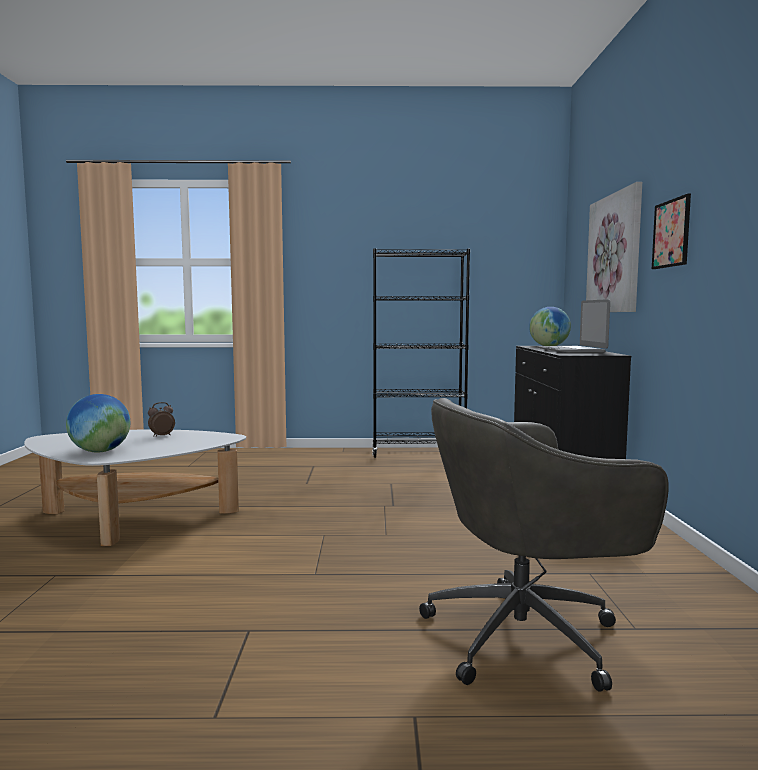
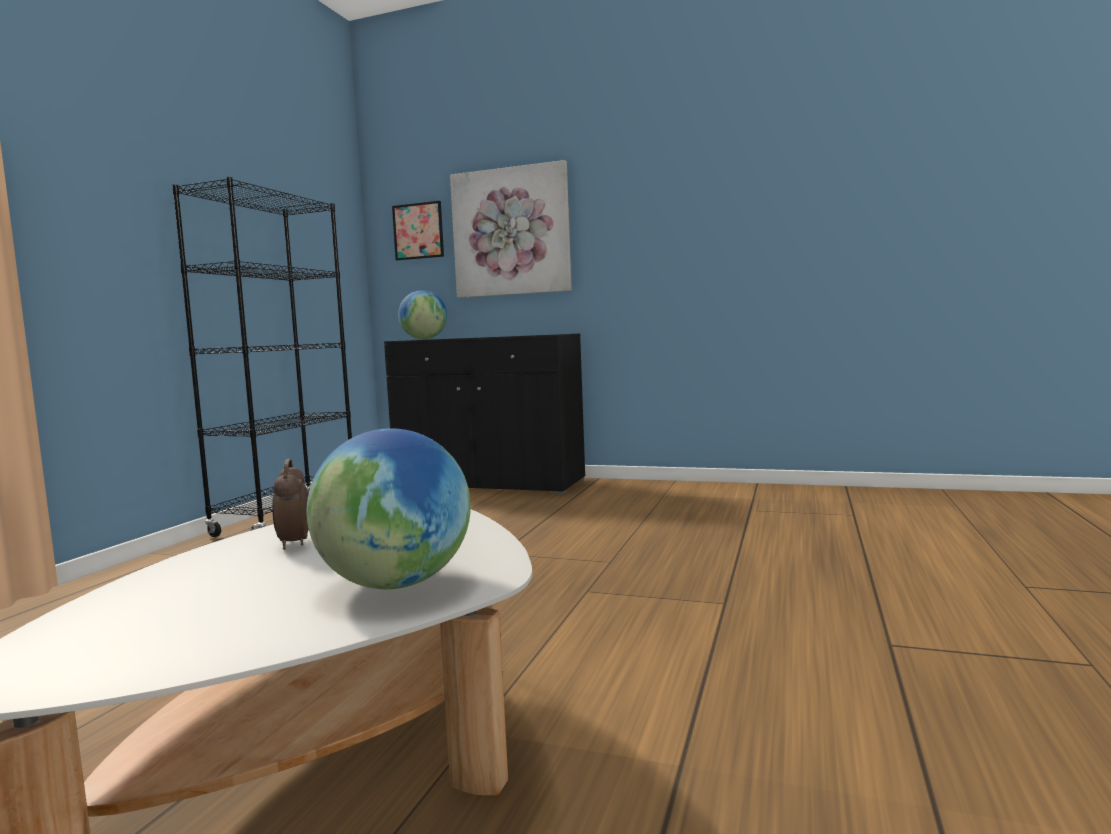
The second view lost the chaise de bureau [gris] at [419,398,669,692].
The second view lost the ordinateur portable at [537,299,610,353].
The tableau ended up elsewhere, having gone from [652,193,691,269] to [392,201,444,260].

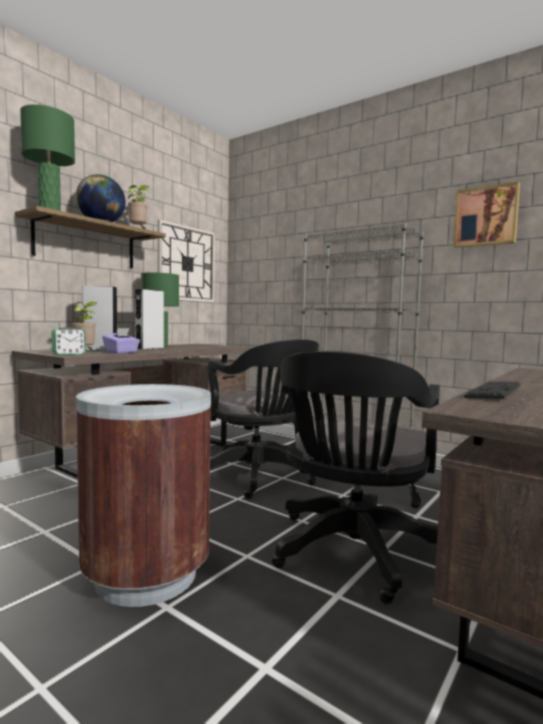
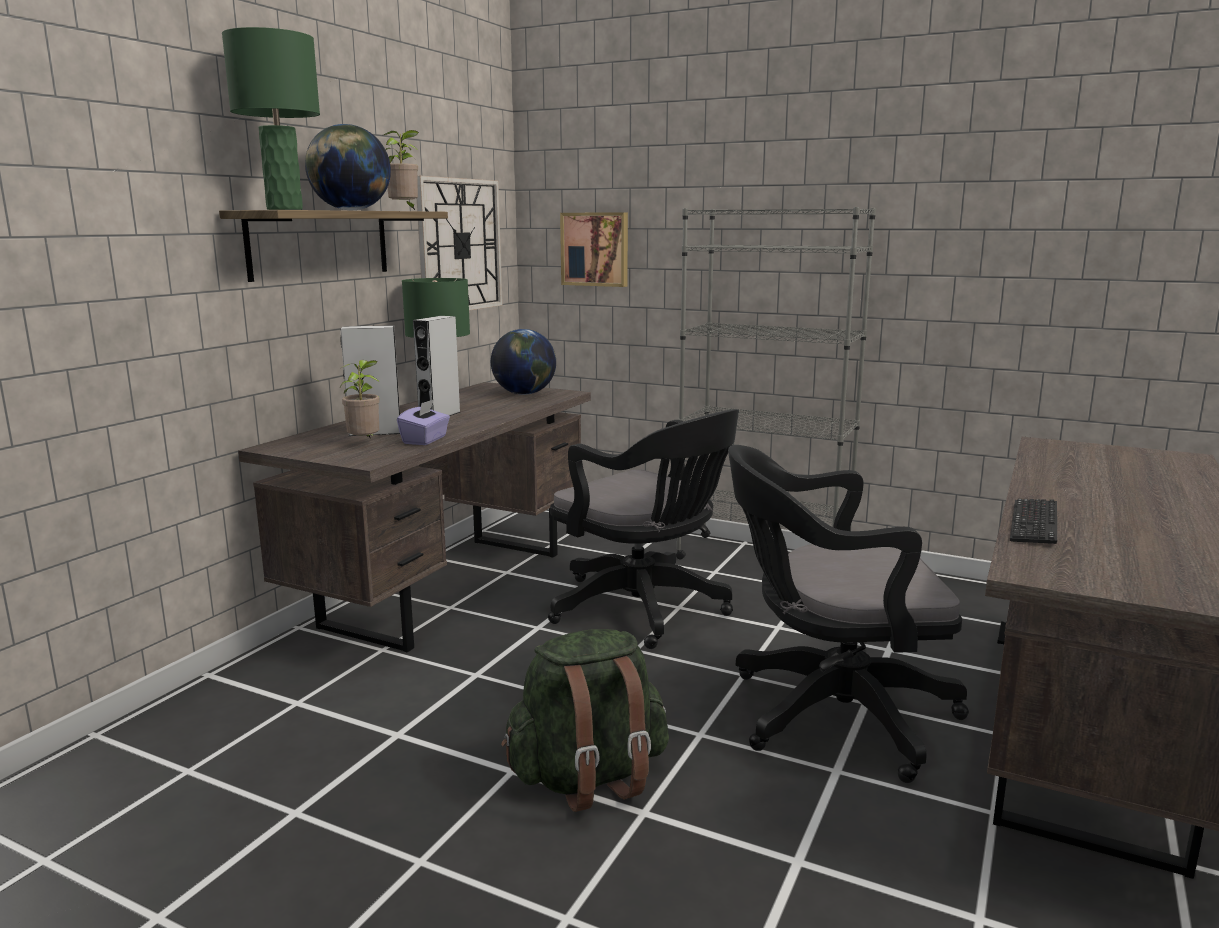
The second view lost the réveil at [51,327,86,355].
Where the poubelle [marron] stood at [76,384,211,607], the sac à dos [vert] came to stand at [501,629,669,812].
The chaise de bureau [noir] at [272,351,440,604] ended up facing another way, 75 degrees clockwise from before.
The tableau ended up elsewhere, having gone from [453,182,520,248] to [560,212,628,287].
The second view gained the globe at [491,329,556,395].

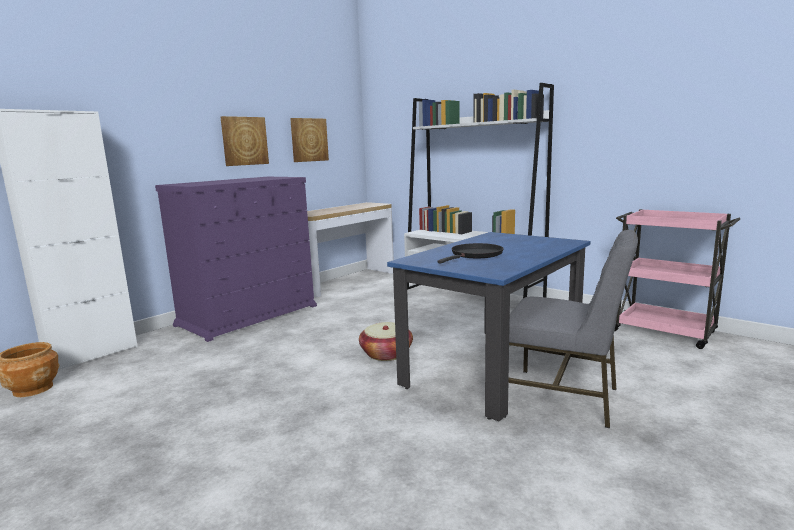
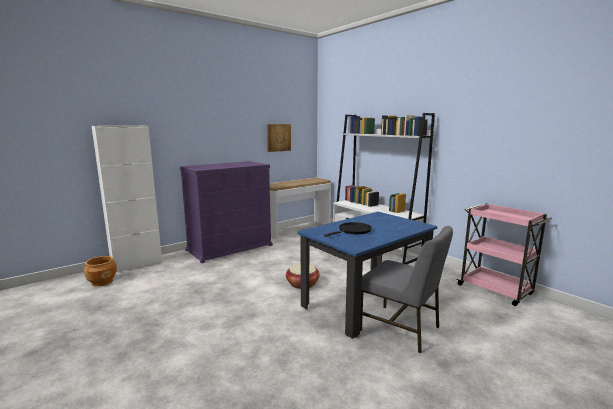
The second view lost the tableau at [221,116,269,166].

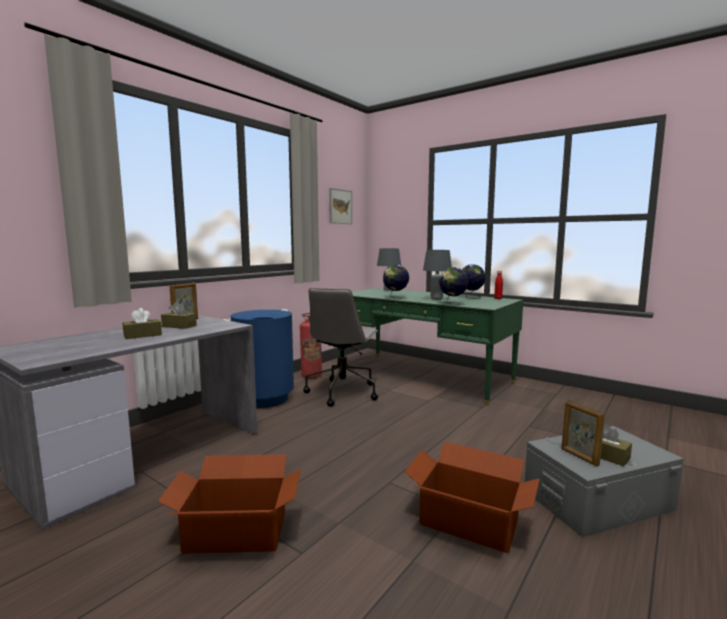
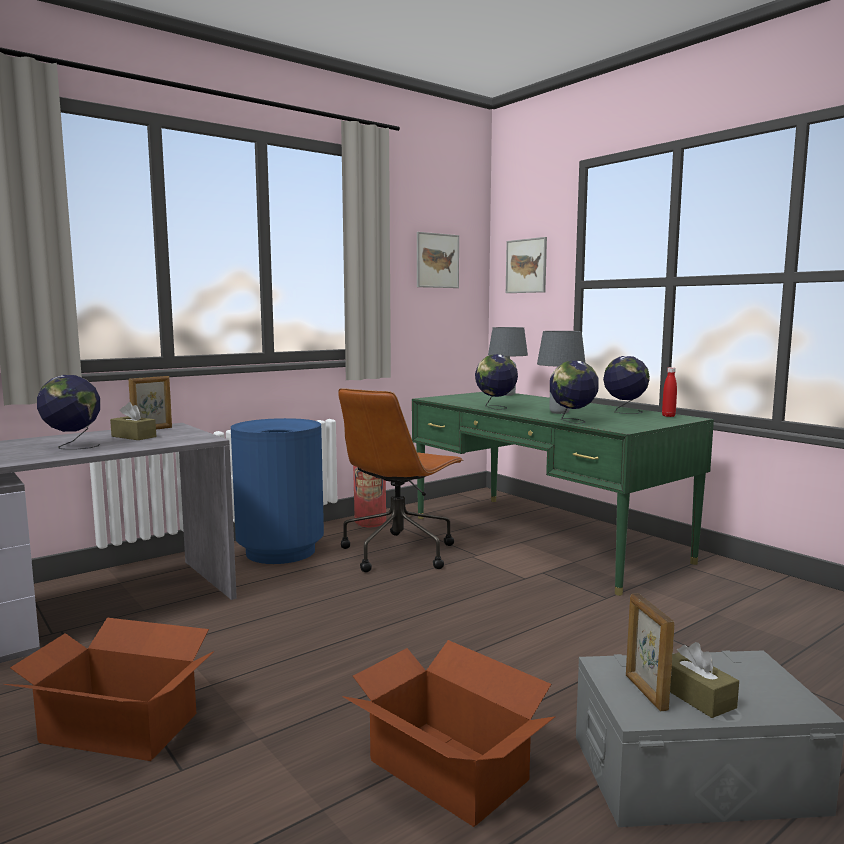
Where the boîte à mouchoirs [marron] stood at [123,308,162,339], the globe came to stand at [37,375,100,450].
What was the chaise de bureau [gris] at [303,288,378,407] turned into the chaise de bureau [marron] at [338,388,463,572].
The second view gained the tableau at [506,237,547,293].

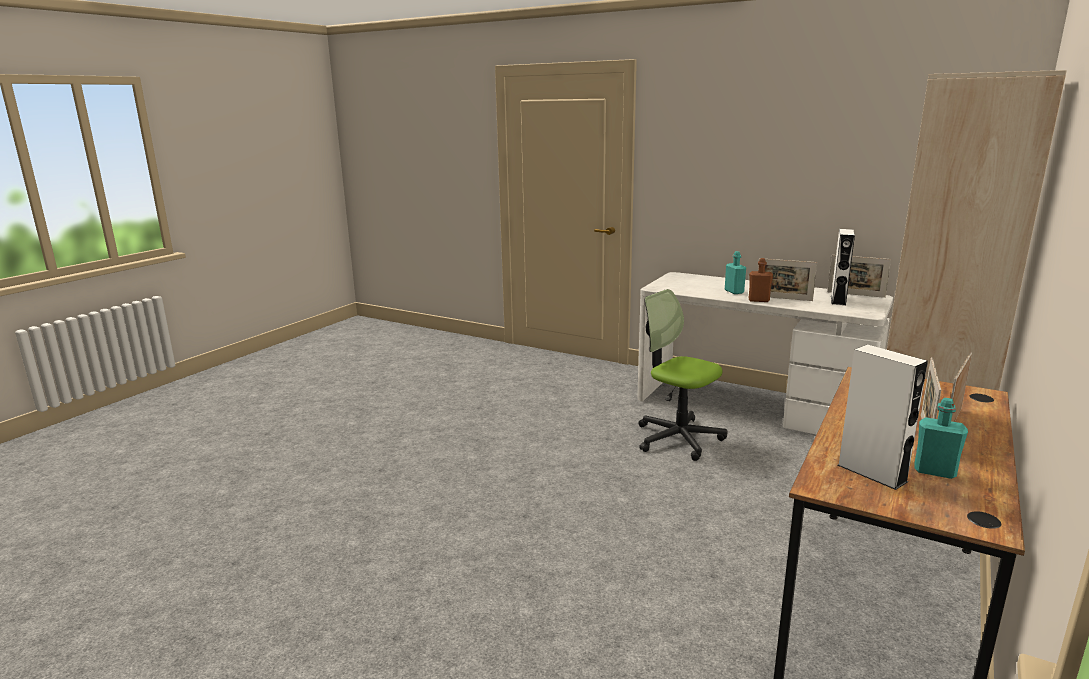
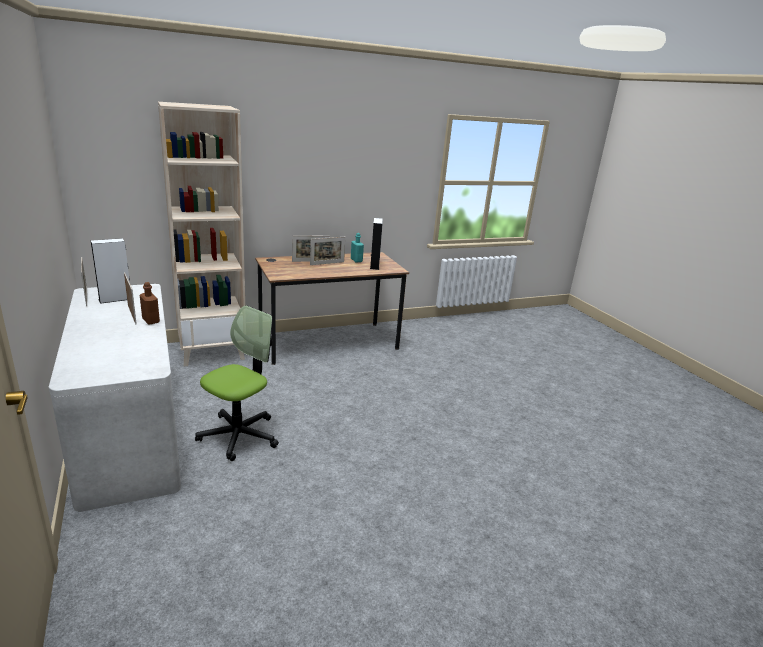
The chaise de bureau at [638,289,727,461] ended up facing another way, 135 degrees counterclockwise from before.
The second view lost the bouteille [turquoise] at [725,251,746,294].

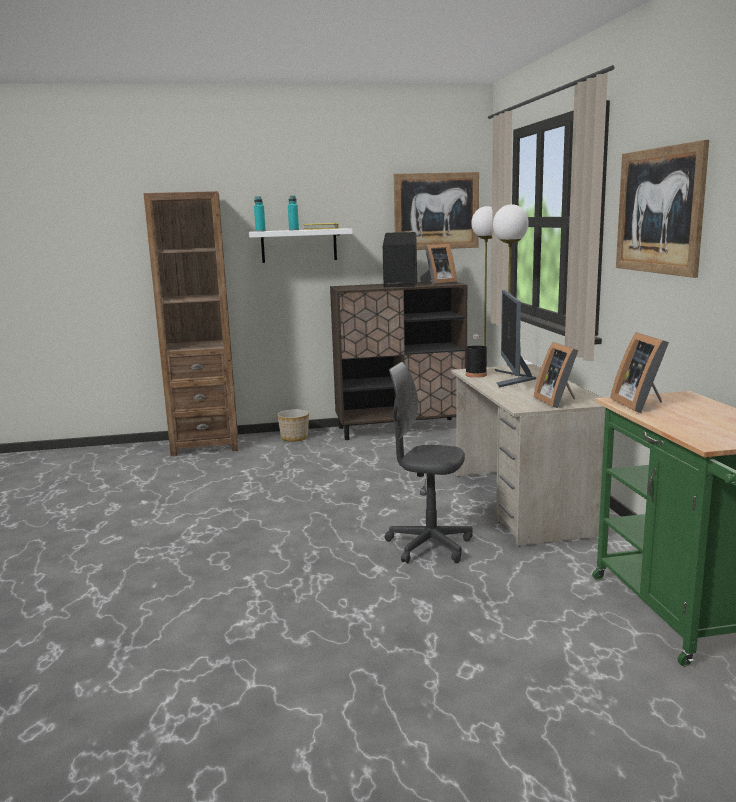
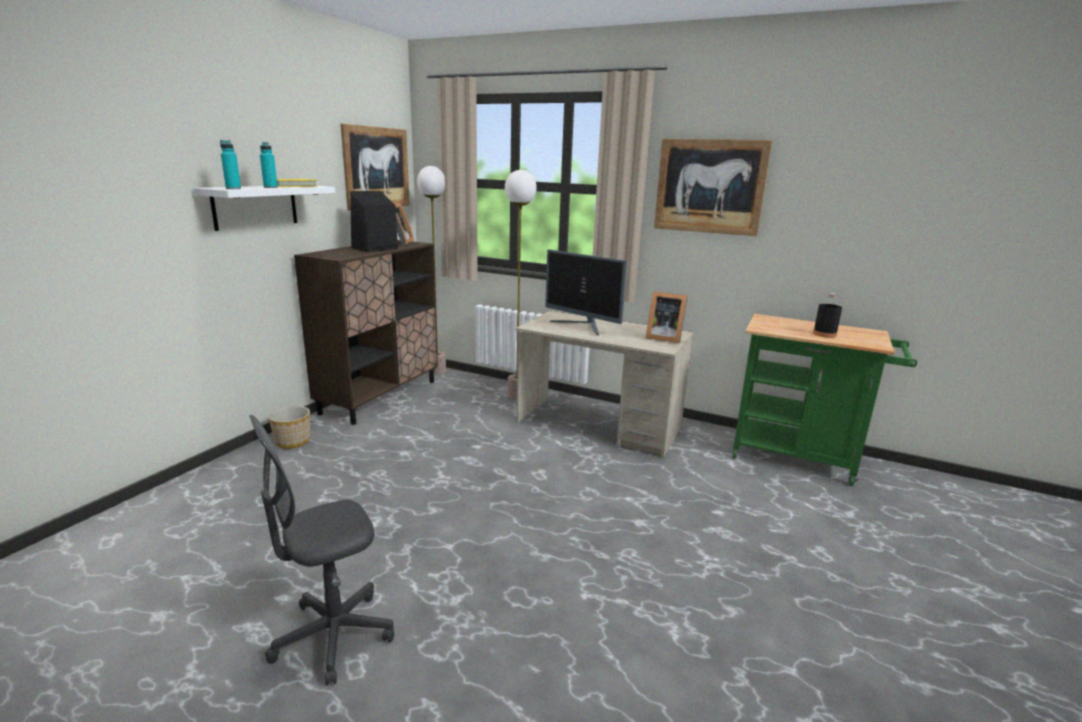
The second view lost the bibliothèque [marron] at [143,191,238,456].
The chaise de bureau [gris] ended up elsewhere, having gone from [385,362,473,564] to [249,415,394,686].
The bouteille [noir] ended up elsewhere, having gone from [466,335,487,378] to [813,293,842,338].
The second view lost the cadre photo at [610,332,669,413].

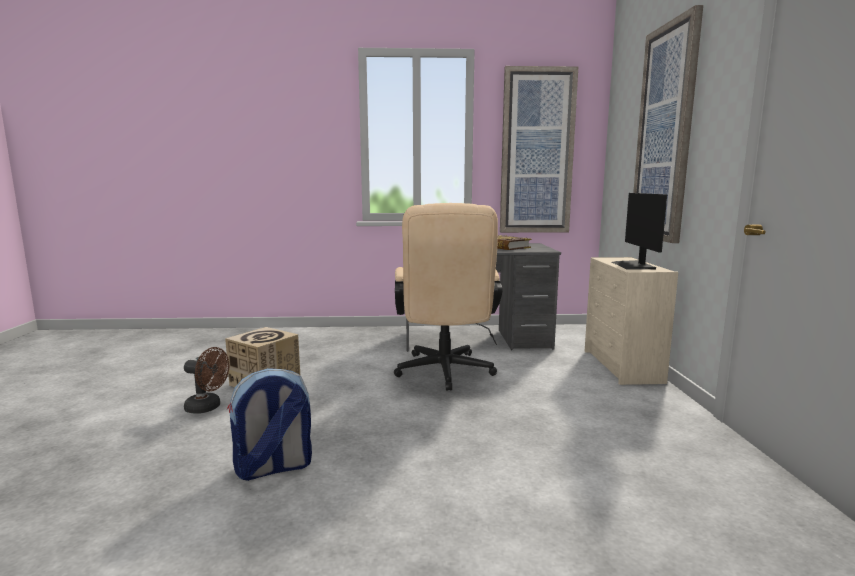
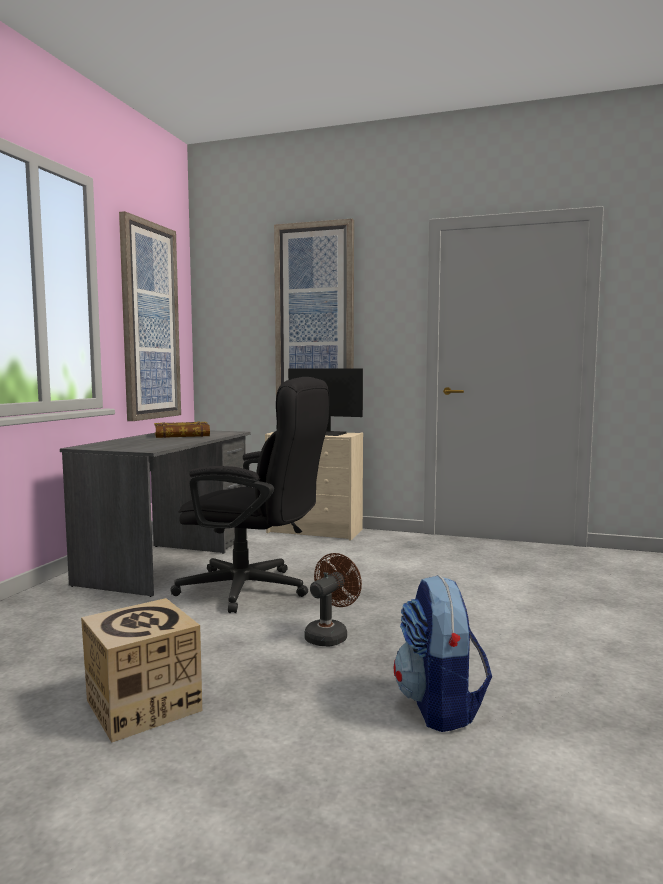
The ventilateur [marron] ended up elsewhere, having gone from [184,347,229,413] to [304,553,362,647].
What was the chaise de bureau [beige] at [394,203,502,391] turned into the chaise de bureau [noir] at [170,377,329,613].

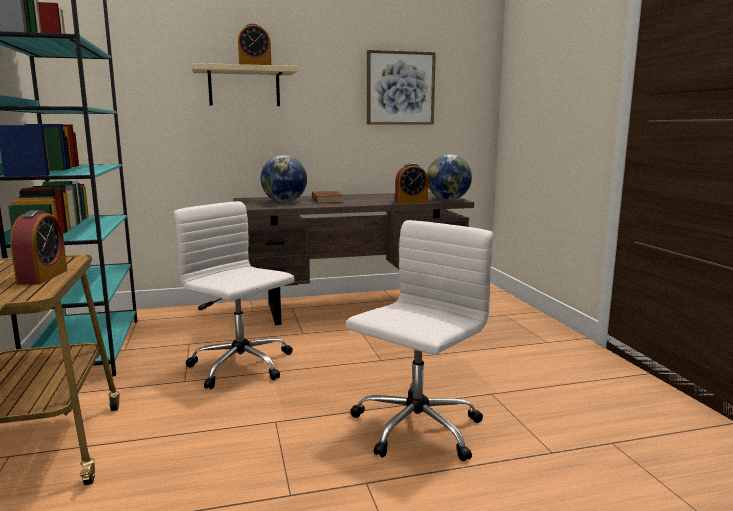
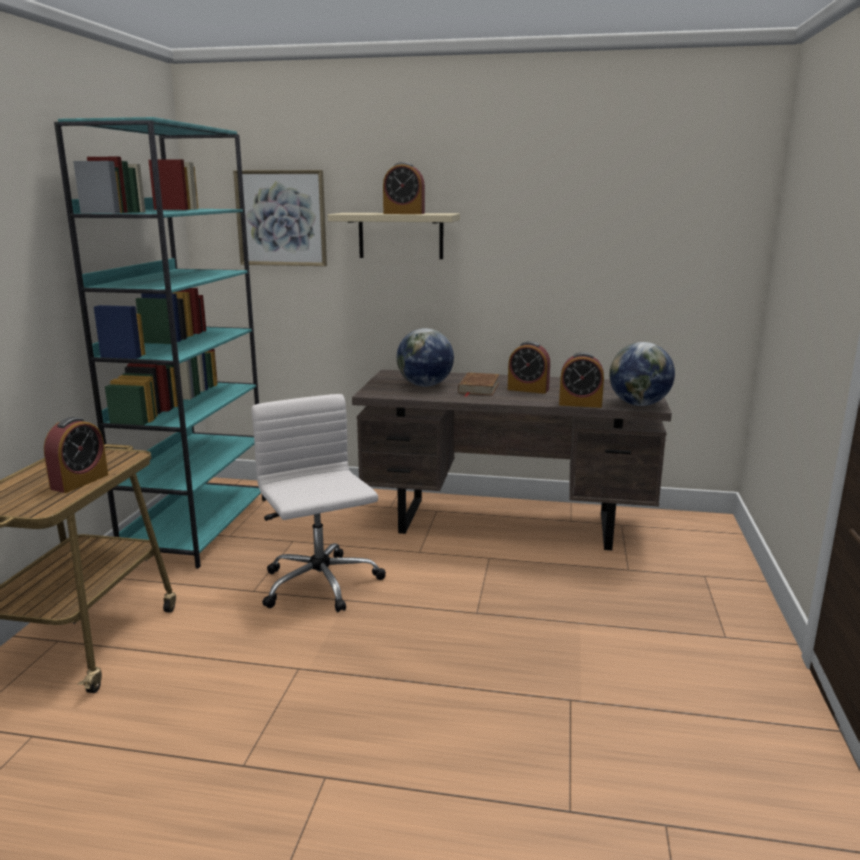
The second view lost the chaise de bureau [blanc] at [347,220,493,461].
The tableau ended up elsewhere, having gone from [367,50,436,125] to [233,170,327,266].
The second view gained the réveil at [508,341,550,394].

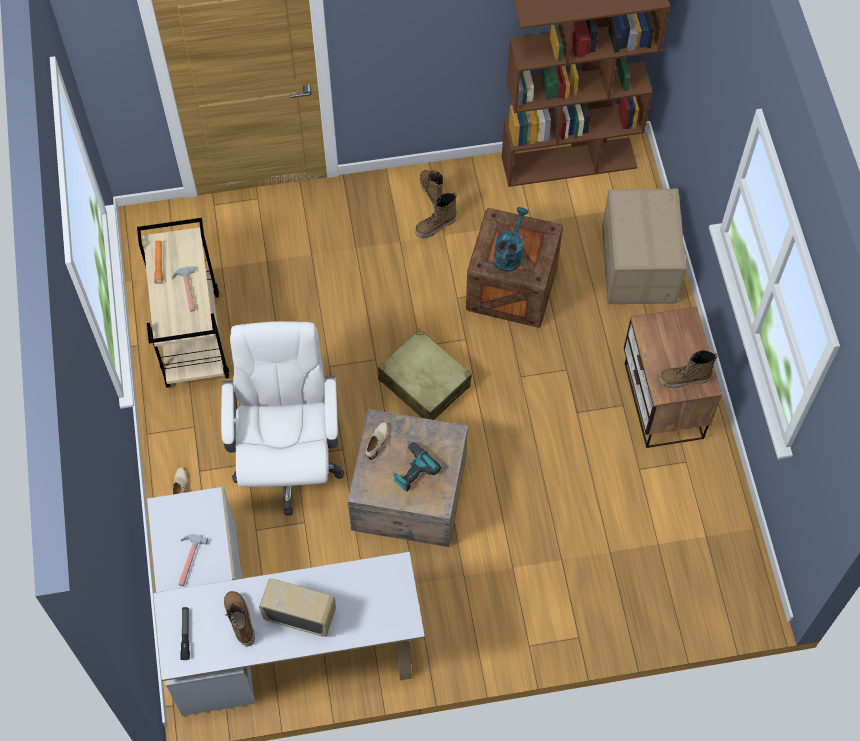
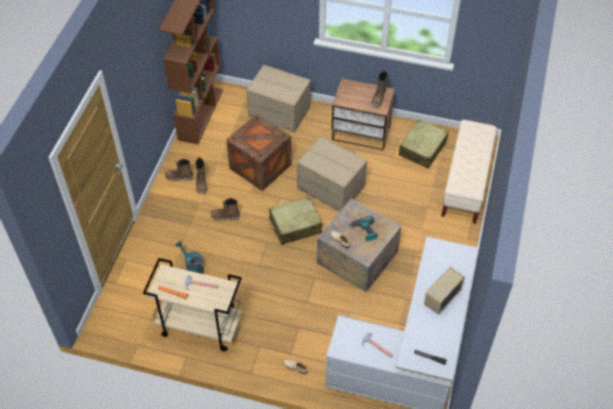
The second view lost the chaise de bureau [blanc] at [221,321,344,516].
The botte ended up elsewhere, having gone from [224,591,255,647] to [211,198,240,220].
The arrosoir [turquoise] ended up elsewhere, having gone from [493,207,528,272] to [175,241,204,274].
The second view gained the carton at [297,136,367,212].
The second view gained the valise [beige] at [399,119,448,169].
The second view gained the banc [beige] at [441,120,497,224].

